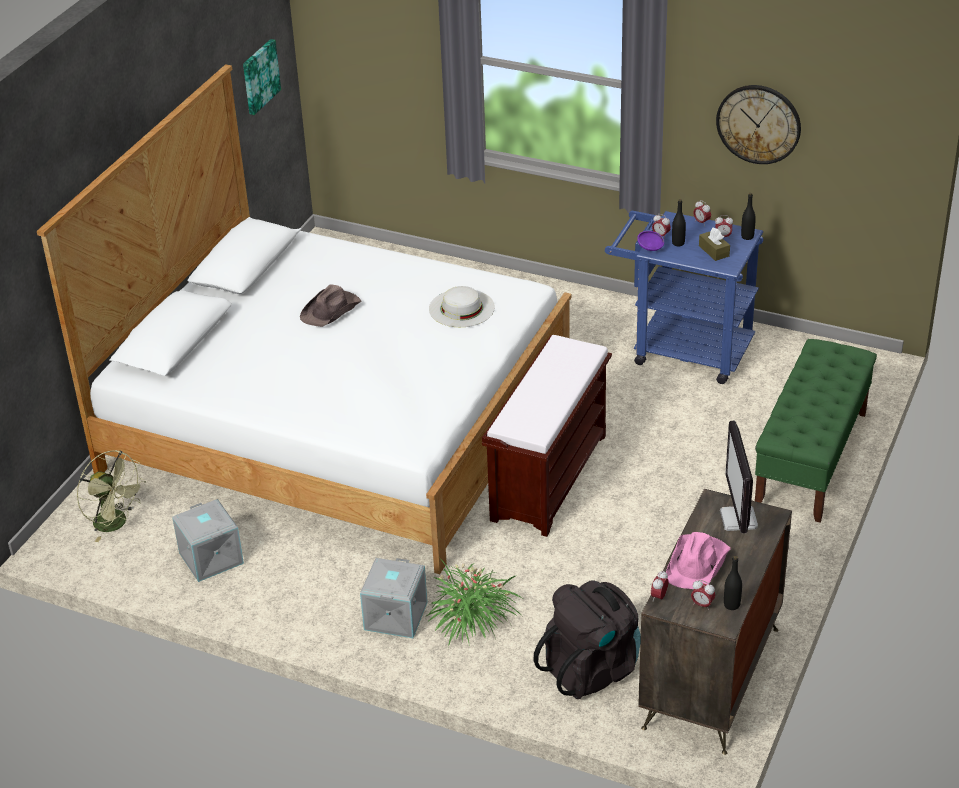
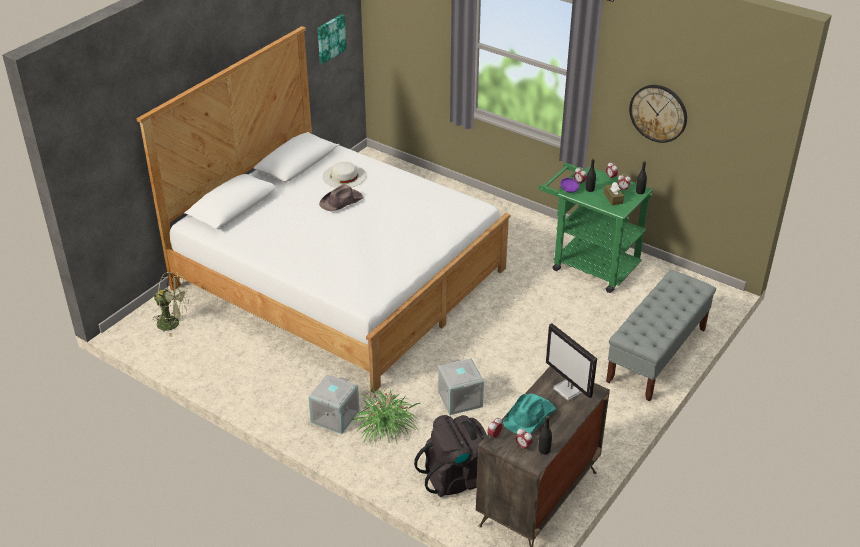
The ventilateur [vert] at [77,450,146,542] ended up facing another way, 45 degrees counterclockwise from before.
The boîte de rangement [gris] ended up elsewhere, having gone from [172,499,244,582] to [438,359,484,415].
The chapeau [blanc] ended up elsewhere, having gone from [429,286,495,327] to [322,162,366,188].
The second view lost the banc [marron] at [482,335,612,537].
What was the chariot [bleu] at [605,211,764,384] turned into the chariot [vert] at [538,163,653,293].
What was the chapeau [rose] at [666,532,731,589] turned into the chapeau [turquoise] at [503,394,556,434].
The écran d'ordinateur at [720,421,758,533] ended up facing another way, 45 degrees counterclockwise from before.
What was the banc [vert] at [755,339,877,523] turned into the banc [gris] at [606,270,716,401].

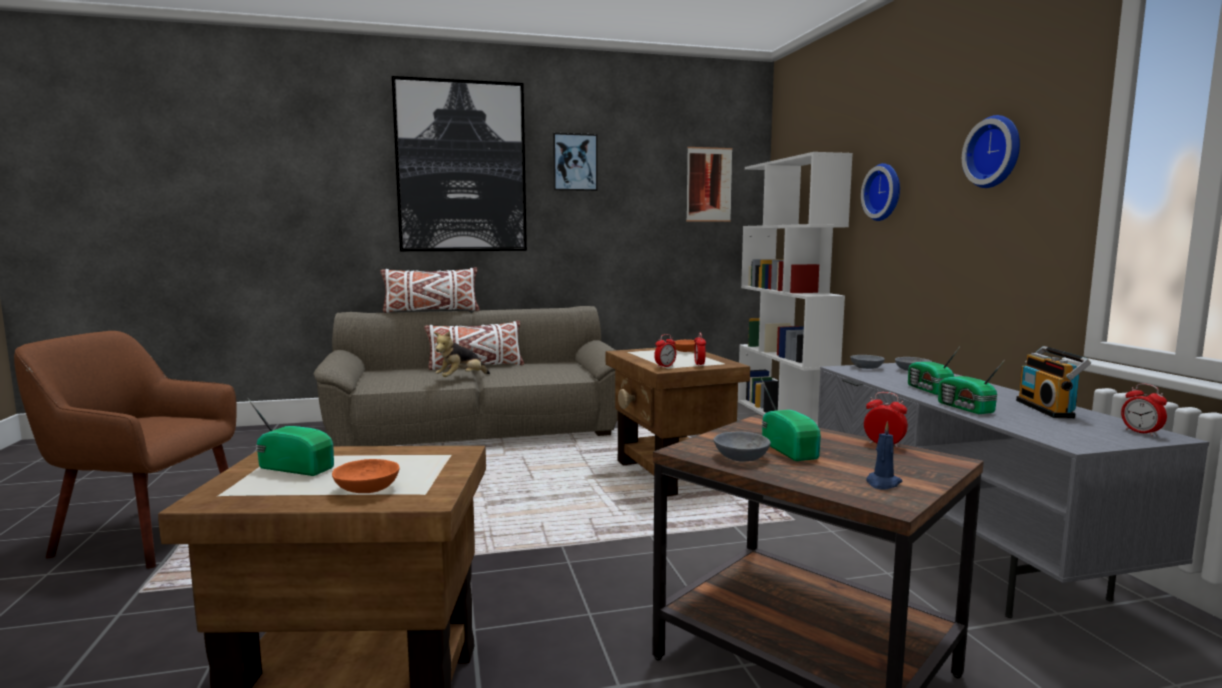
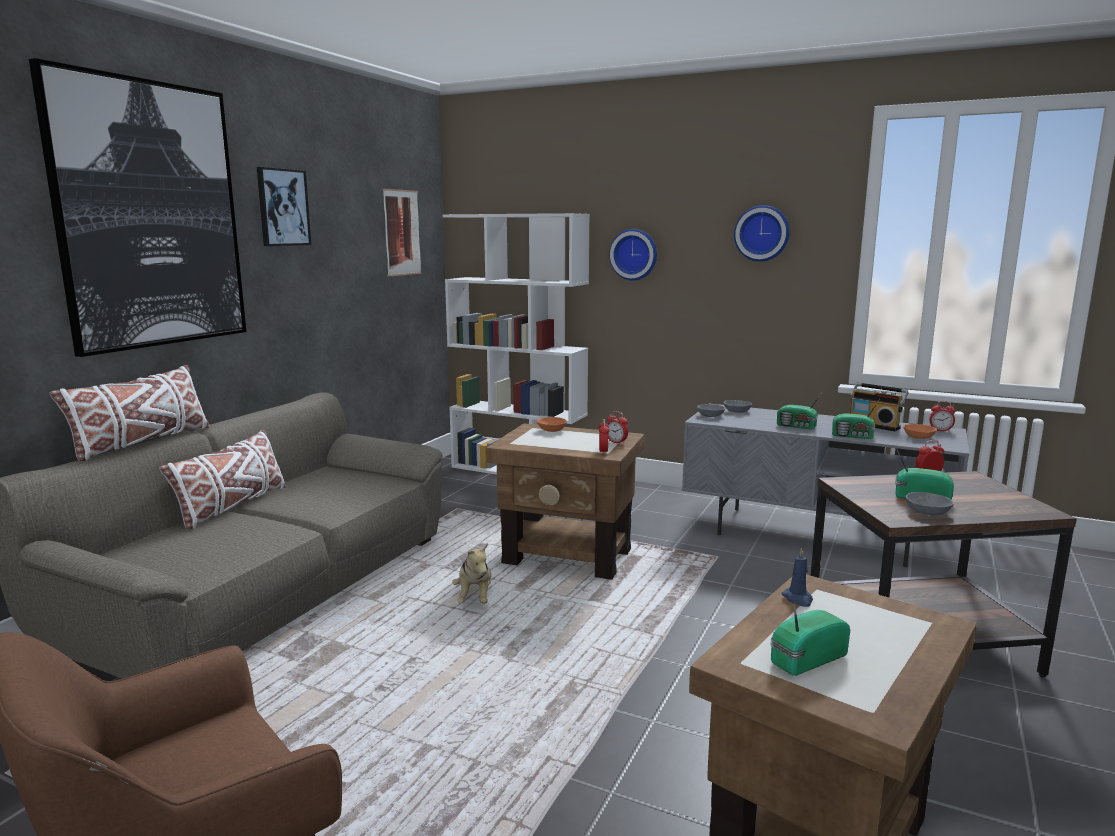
The bol [orange] ended up elsewhere, having gone from [332,459,400,493] to [903,424,937,439].
The peluche ended up elsewhere, having gone from [434,331,490,377] to [452,543,491,604].
The bougie [bleu] ended up elsewhere, having gone from [866,422,902,490] to [782,547,813,607].

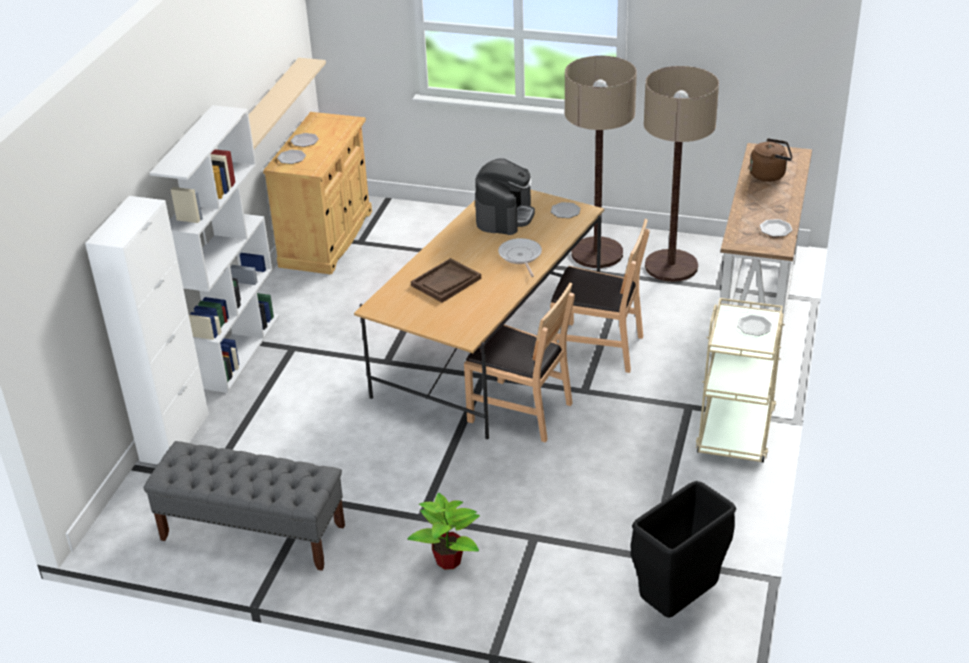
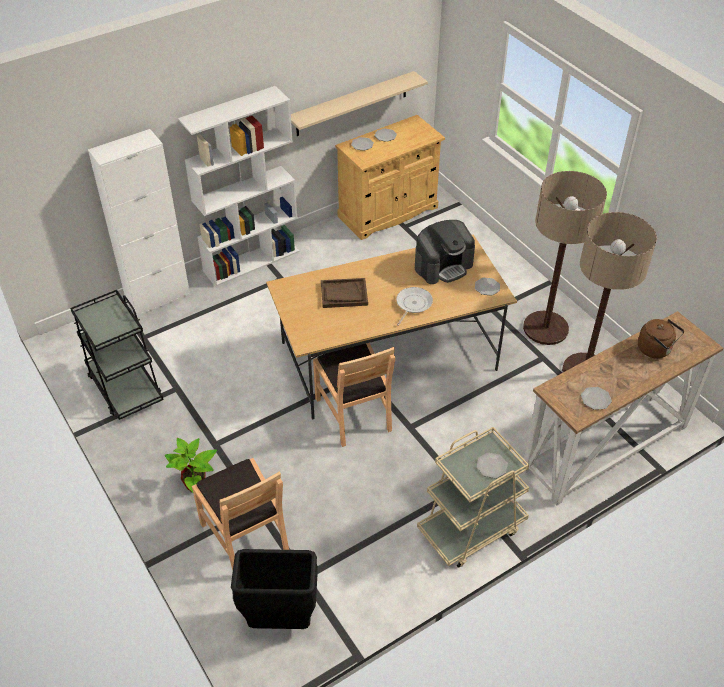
Where the banc [gris] stood at [144,441,345,571], the chariot [noir] came to stand at [70,290,164,420].
The chaise [marron] ended up elsewhere, having gone from [550,219,649,373] to [192,458,289,570].

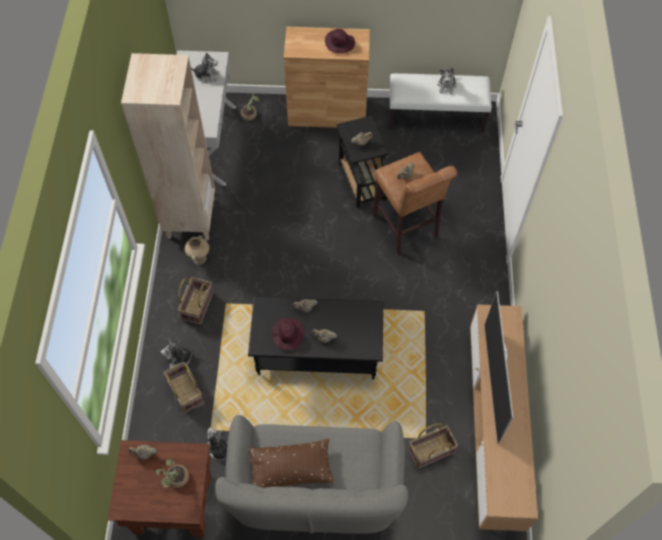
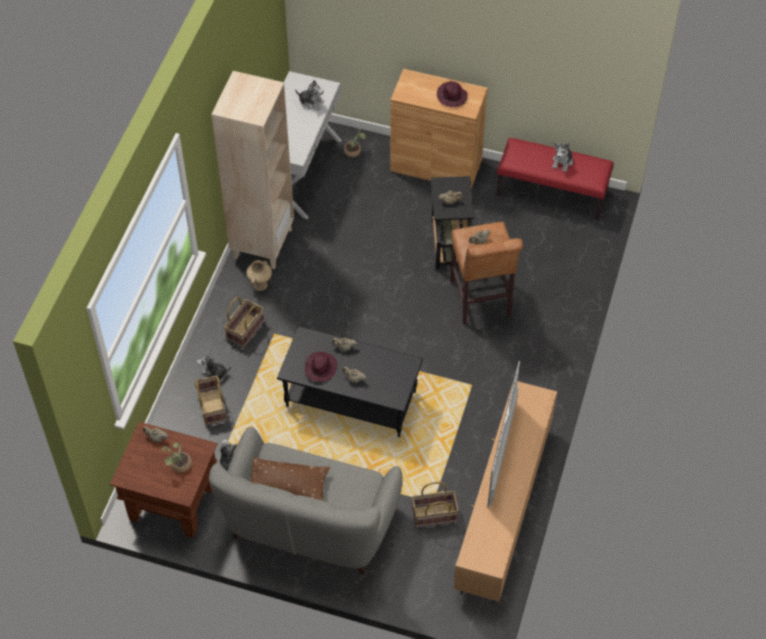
What was the banc [blanc] at [389,73,492,132] turned into the banc [rouge] at [497,138,614,220].

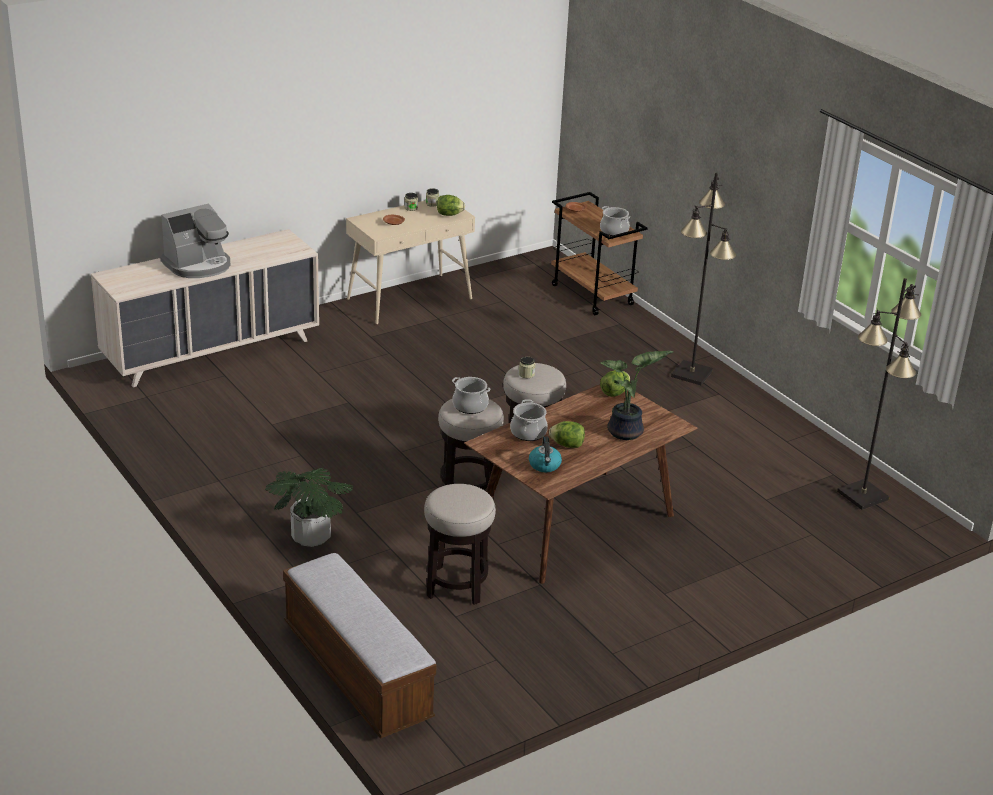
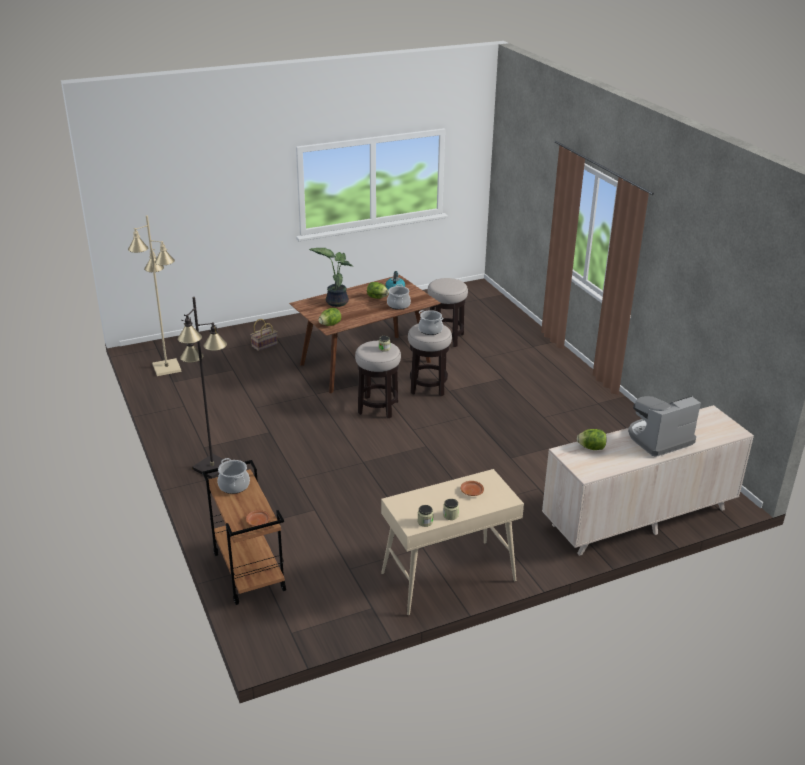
The second view lost the plante en pot at [265,468,353,547].
The second view lost the banc at [283,553,437,739].
The laitue ended up elsewhere, having gone from [437,195,465,216] to [577,429,607,450].
What was the lampadaire [noir] at [837,278,921,510] turned into the lampadaire [beige] at [128,215,181,376].
The second view gained the panier at [250,319,278,351].

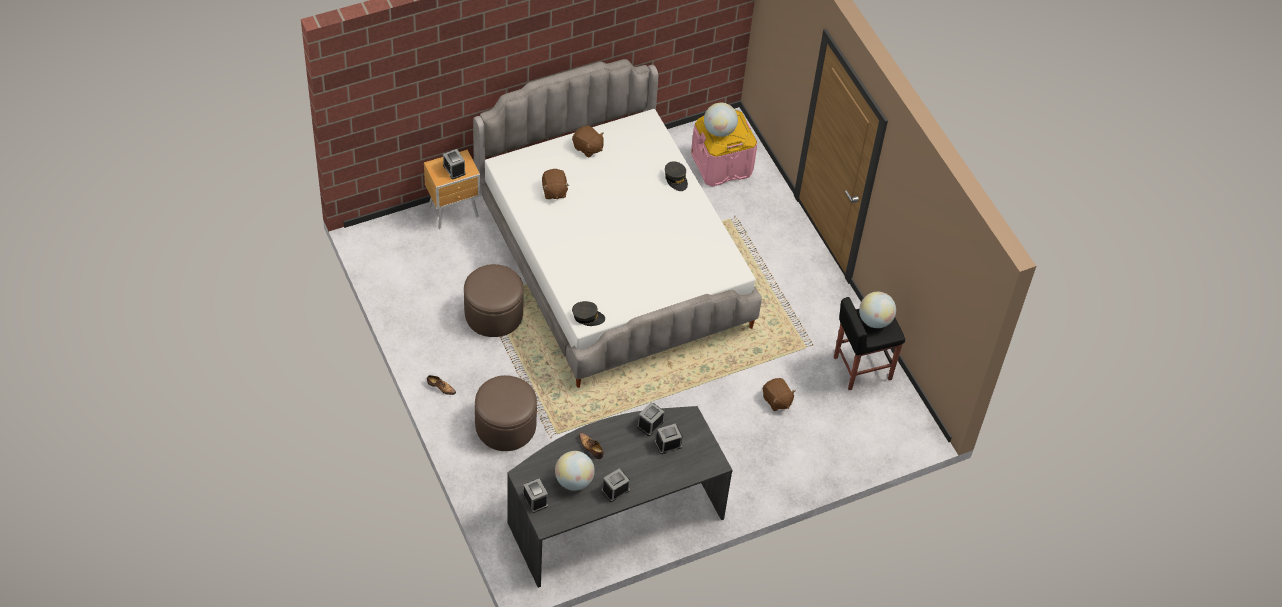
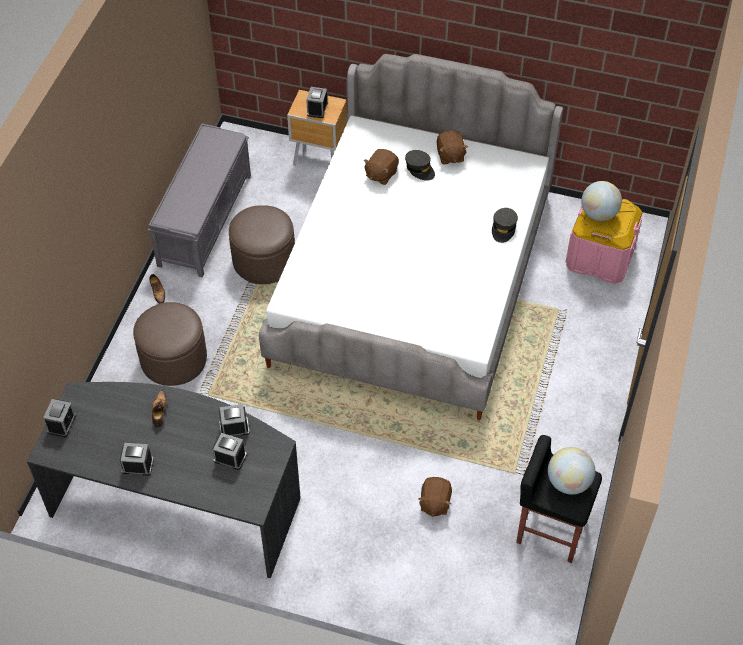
The second view lost the globe at [555,451,595,491].
The casquette [gris] ended up elsewhere, having gone from [572,301,605,326] to [405,150,435,181].
The second view gained the banc [gris] at [148,123,251,277].

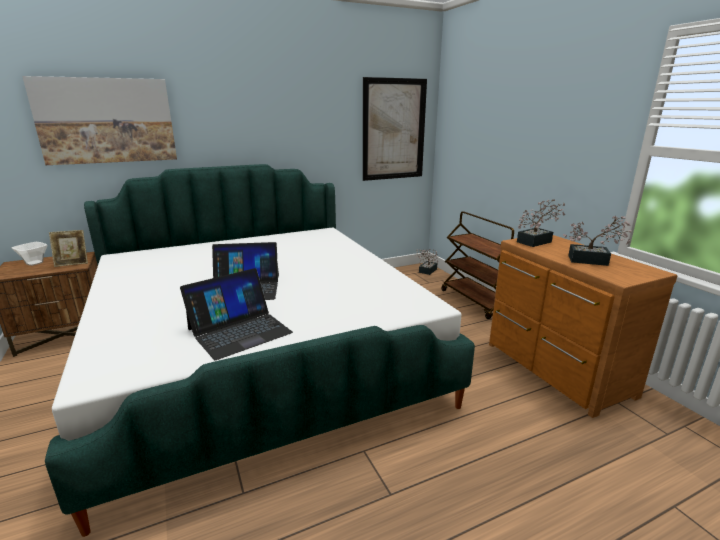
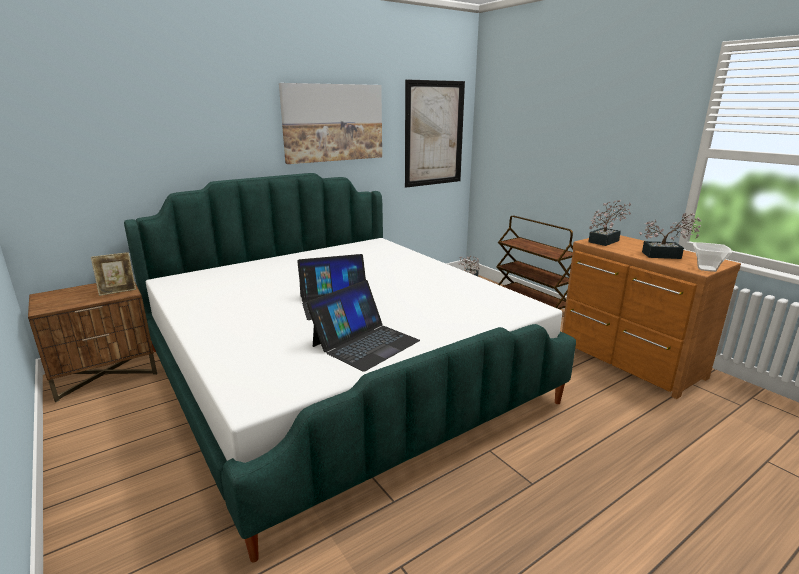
The bol ended up elsewhere, having gone from [11,242,48,266] to [693,242,732,272].
The tableau ended up elsewhere, having gone from [22,76,177,165] to [279,83,382,164].

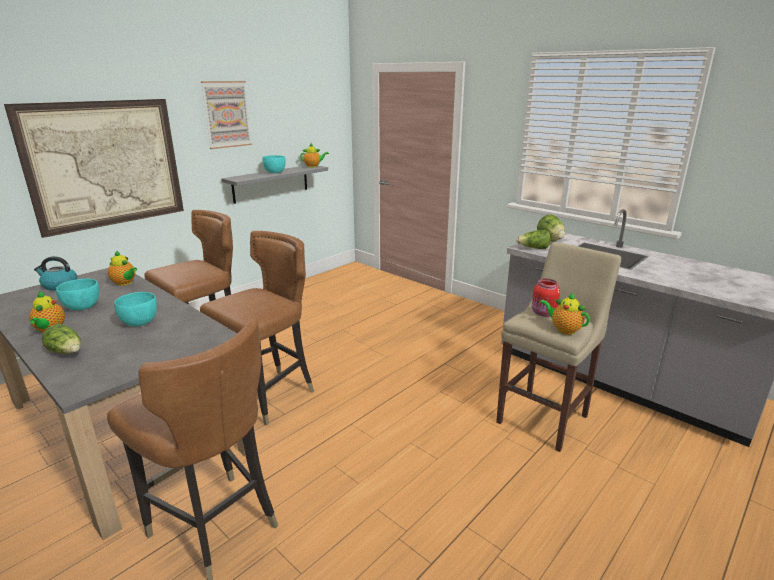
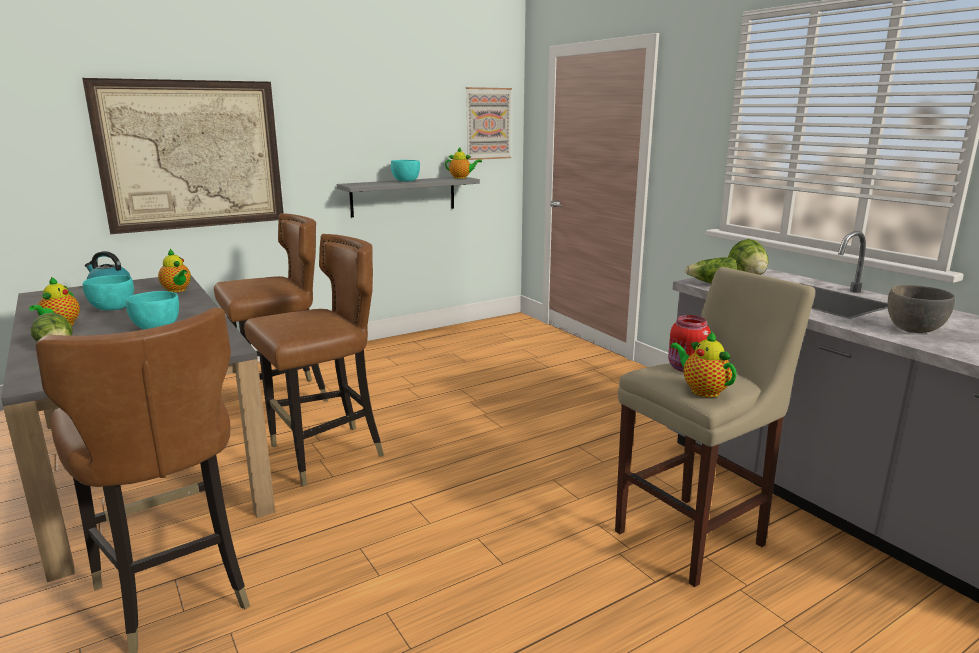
The tableau ended up elsewhere, having gone from [201,81,252,149] to [466,87,512,160].
The second view gained the bol [gris] at [888,285,955,333].

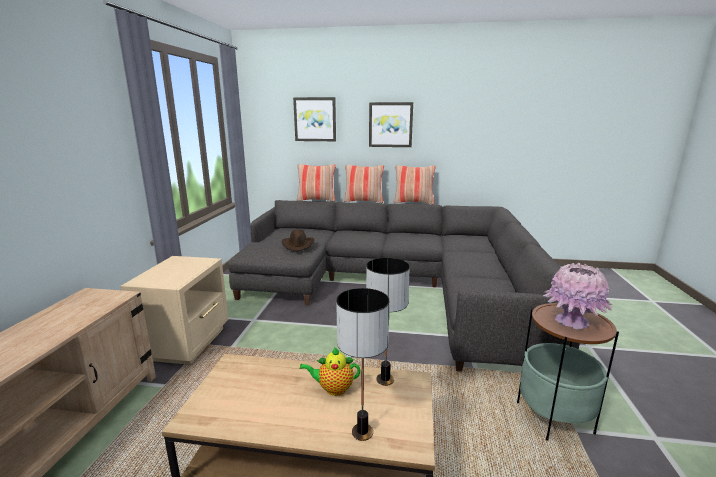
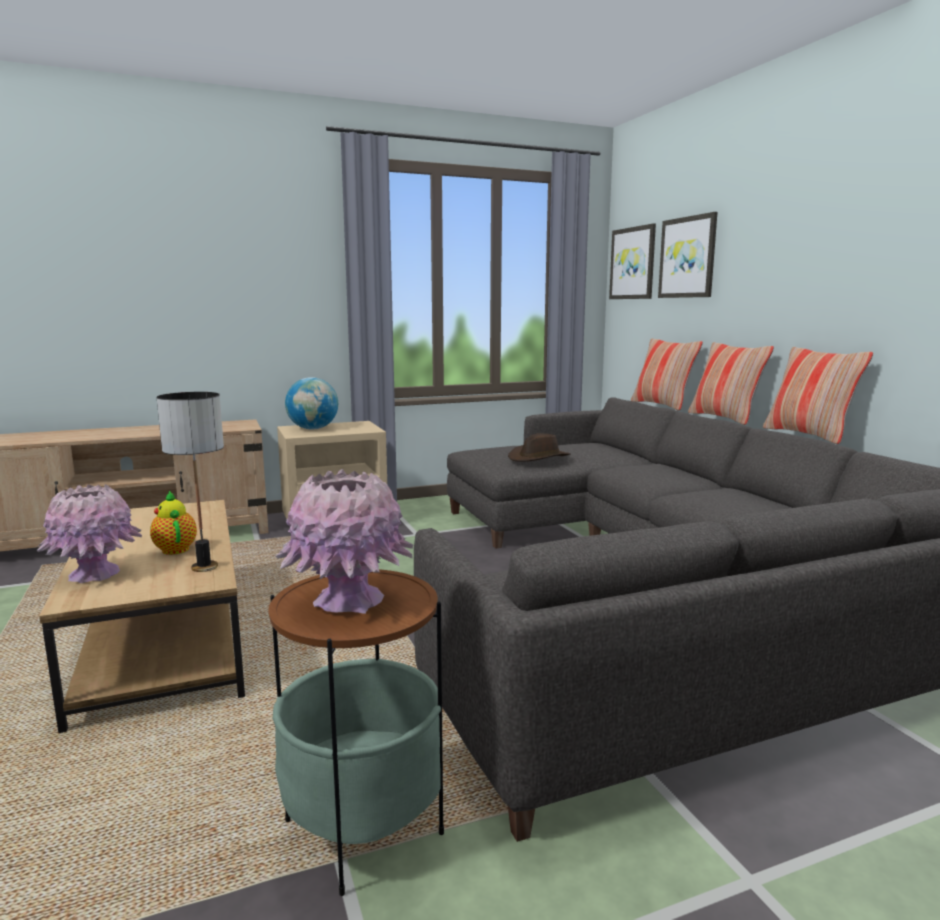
Where the lampe de table stood at [336,288,390,441], the vase [rose] came to stand at [36,484,142,583].
The tableau ended up elsewhere, having gone from [369,102,413,147] to [609,223,656,299].
The second view gained the globe at [285,377,338,429].

